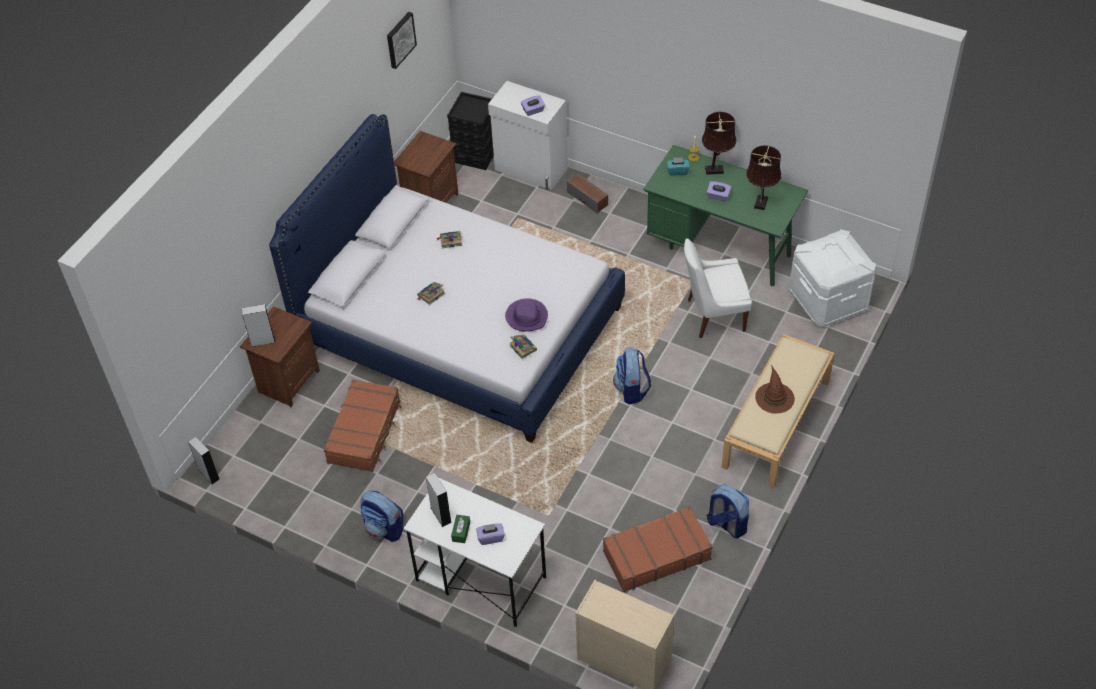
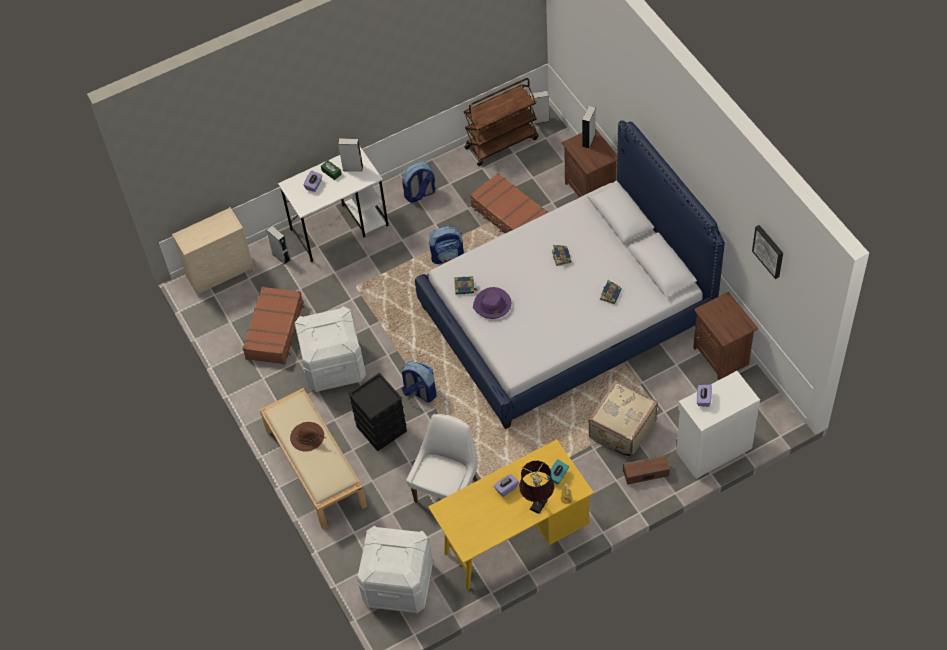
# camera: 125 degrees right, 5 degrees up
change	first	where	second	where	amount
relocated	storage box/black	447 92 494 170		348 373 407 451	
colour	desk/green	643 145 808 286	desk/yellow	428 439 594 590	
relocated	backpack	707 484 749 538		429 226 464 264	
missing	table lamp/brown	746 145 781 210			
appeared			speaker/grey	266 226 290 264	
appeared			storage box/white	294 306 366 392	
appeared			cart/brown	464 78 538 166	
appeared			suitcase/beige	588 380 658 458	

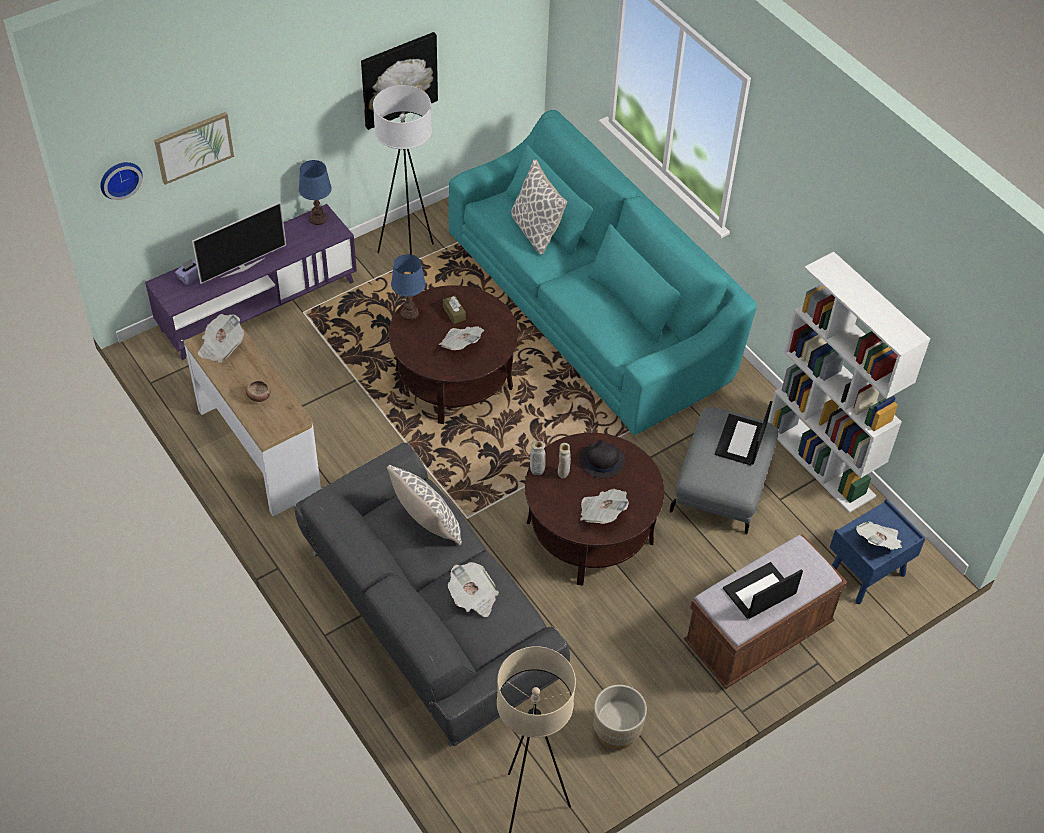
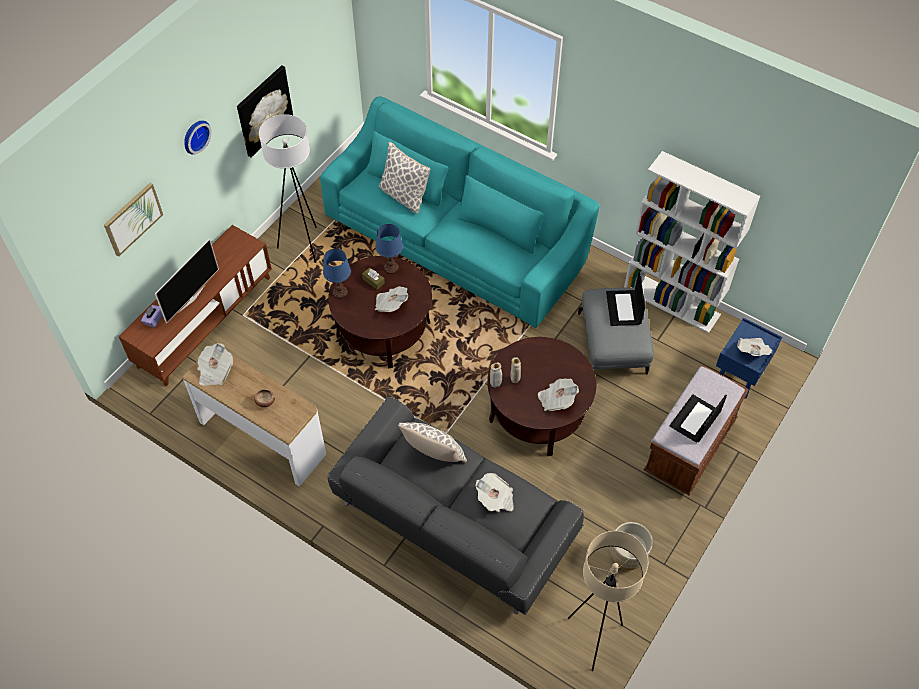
# camera: 20 degrees left, 5 degrees up
change	first	where	second	where	amount
relocated	wall clock	100 162 143 200		184 120 212 154	
colour	tv stand/purple	145 204 357 360	tv stand/brown	119 225 272 386	
relocated	table lamp/blue	299 160 332 225		376 224 403 274	
missing	hat/black	580 440 625 478			

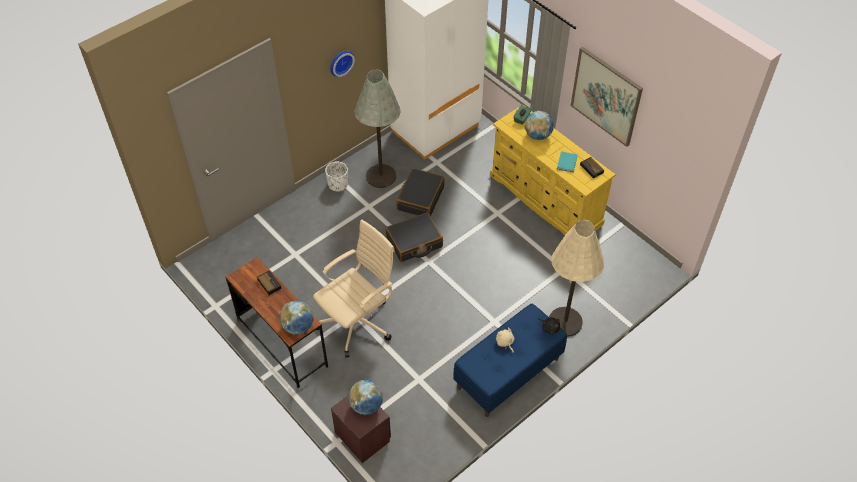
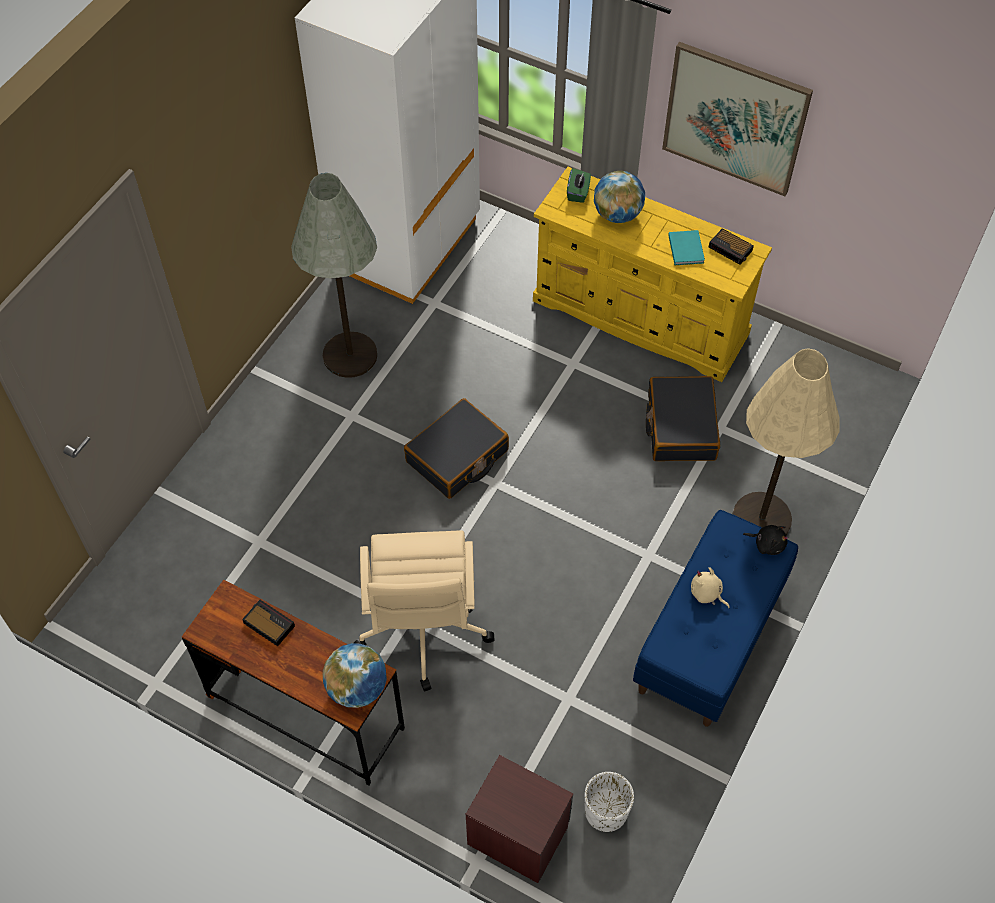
# camera: 20 degrees left, 5 degrees up
change	first	where	second	where	amount
spun	office chair/beige	313 220 395 358		354 530 495 692	150 degrees clockwise
relocated	planter/white	325 161 348 192		584 772 634 832	
missing	wall clock	330 51 355 77			
missing	globe	349 380 383 415			
relocated	suitcase/black	396 168 445 217		646 376 720 461	

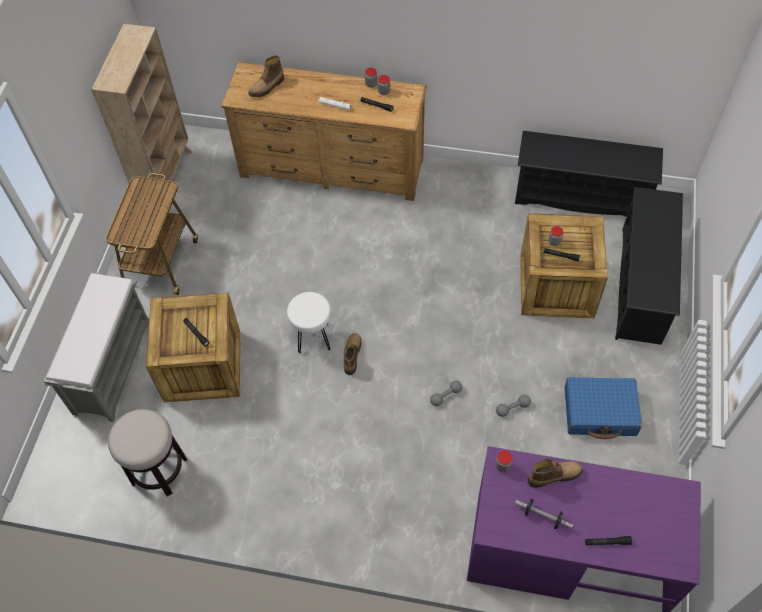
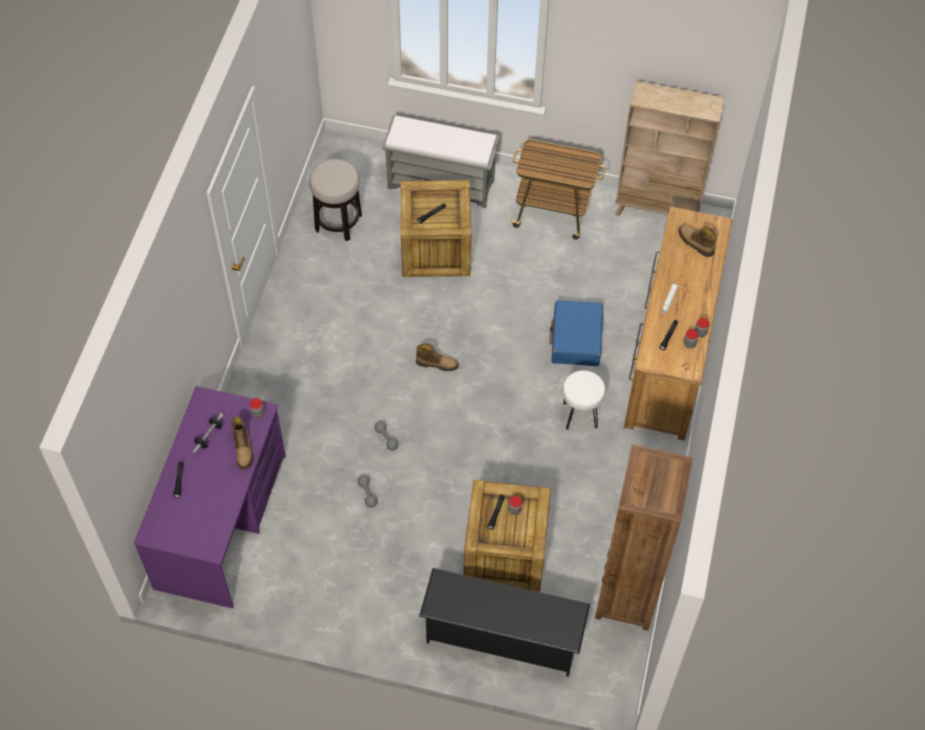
# camera: 90 degrees right, 0 degrees up
change	first	where	second	where	amount
relocated	stool/white	287 292 331 353		563 370 605 430	
exchanged	shoe rack/black	515 131 663 217	bookcase/brown	595 444 693 631	
relocated	suitcase/blue	564 377 642 439		549 300 603 366	

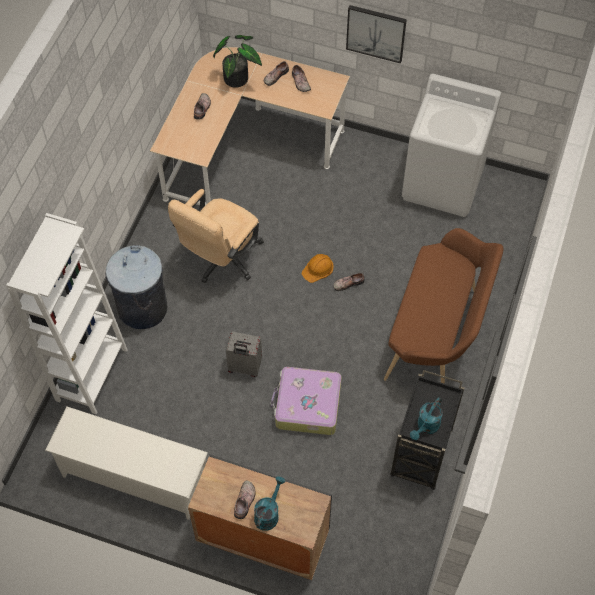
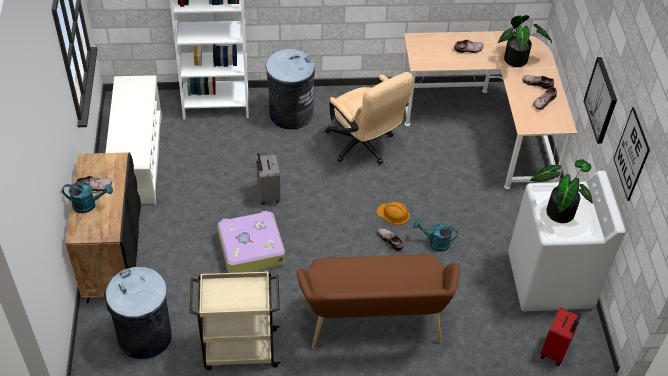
# camera: 65 degrees right, 10 degrees down
change	first	where	second	where	amount
spun	office chair/beige	168 189 264 283		325 72 413 164	135 degrees counterclockwise
colour	cart/black	390 370 465 490	cart/beige	190 271 281 370	
relocated	watering can/turquoise	410 397 443 440		413 220 458 252	
appeared			trash can/grey	104 267 172 359	
appeared			potted plant	530 159 593 223	
appeared			suitcase/red	540 307 581 366	
appeared			picture	613 107 650 201	

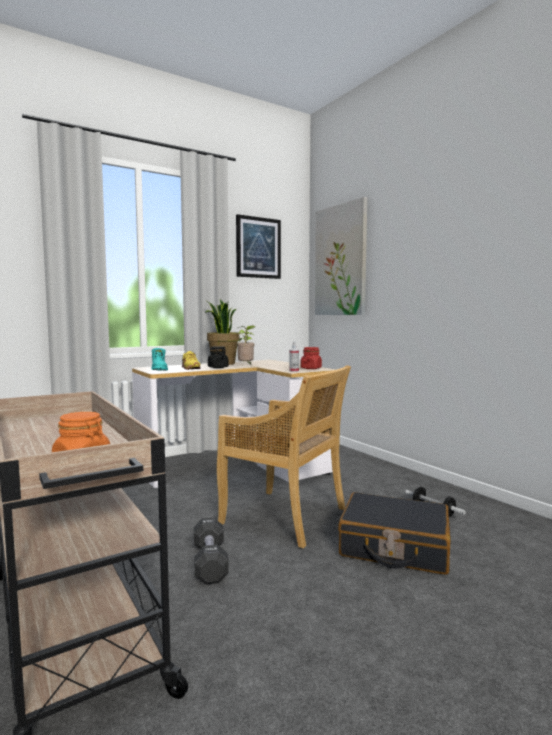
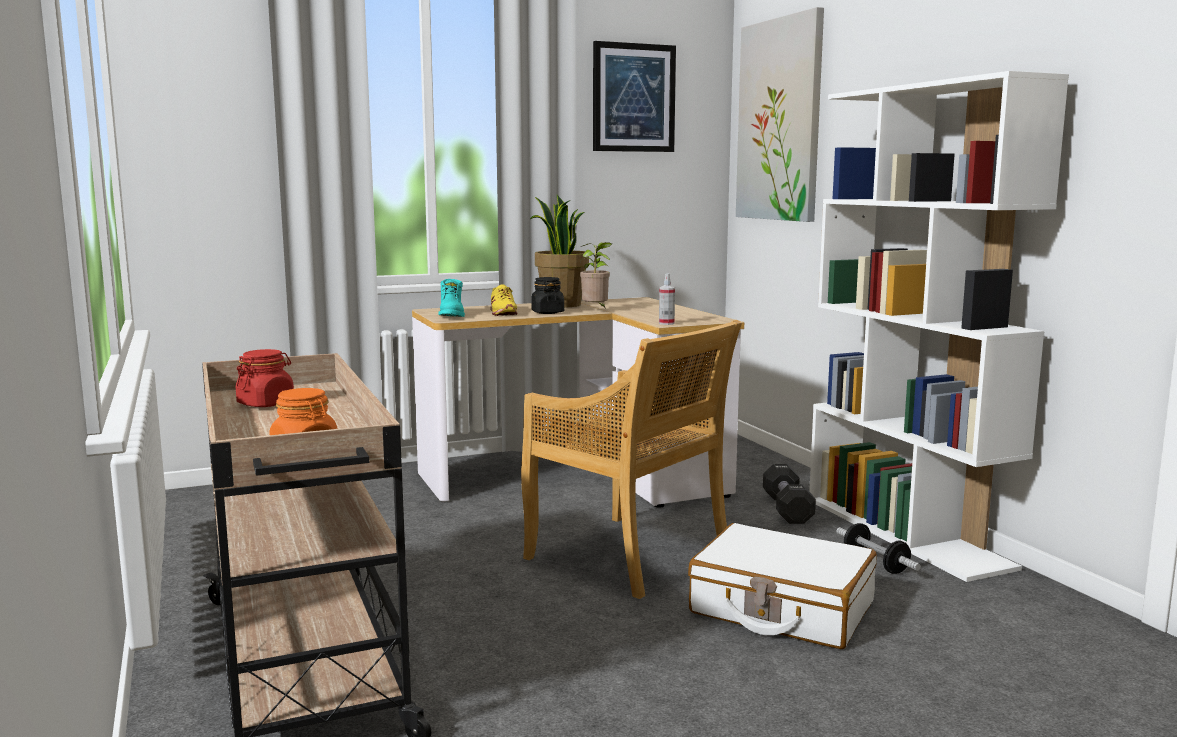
# camera: 10 degrees right, 5 degrees up
change	first	where	second	where	amount
relocated	dumbbell/black	194 518 229 585		763 464 816 524	
relocated	jar/red	300 347 322 369		236 349 294 407	
colour	suitcase/black	338 492 451 575	suitcase/white	688 523 877 649	
appeared			bookcase/white	809 71 1069 582	

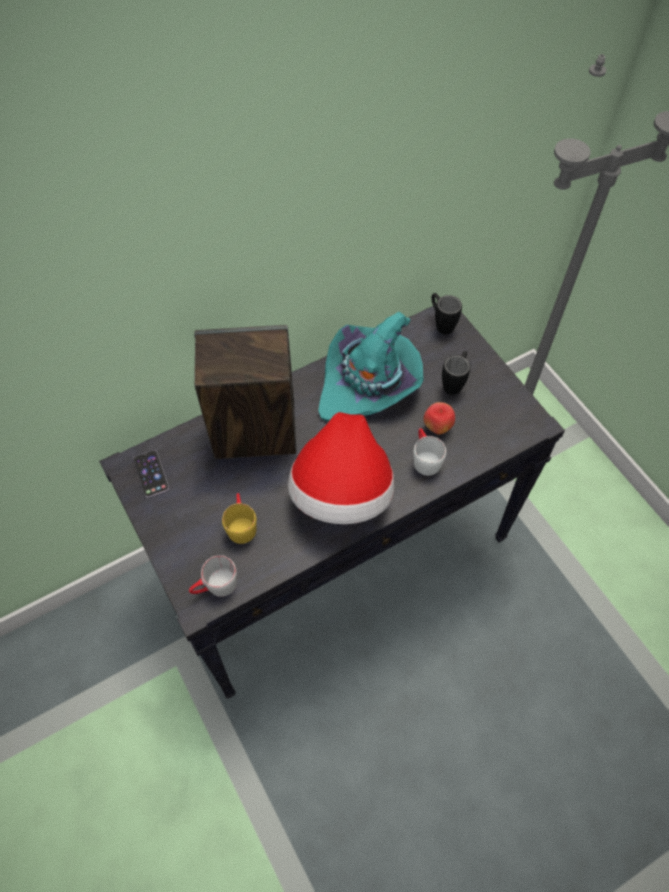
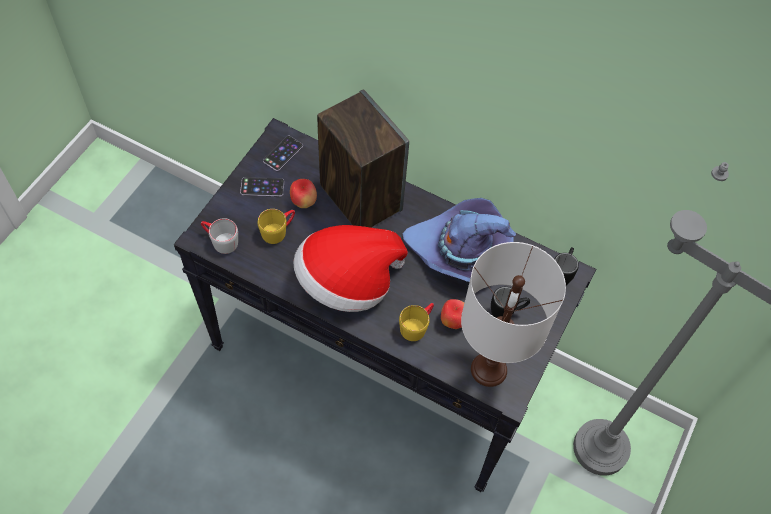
# camera: 55 degrees right, 0 degrees up
change	first	where	second	where	amount
colour	hat/turquoise	318 312 424 422	hat/purple	402 198 516 282	
colour	mug/white	413 428 446 476	mug/yellow	399 303 434 341	
appeared			phone	240 177 284 197	
appeared			apple	290 179 317 208	
appeared			table lamp/white	461 242 566 387	

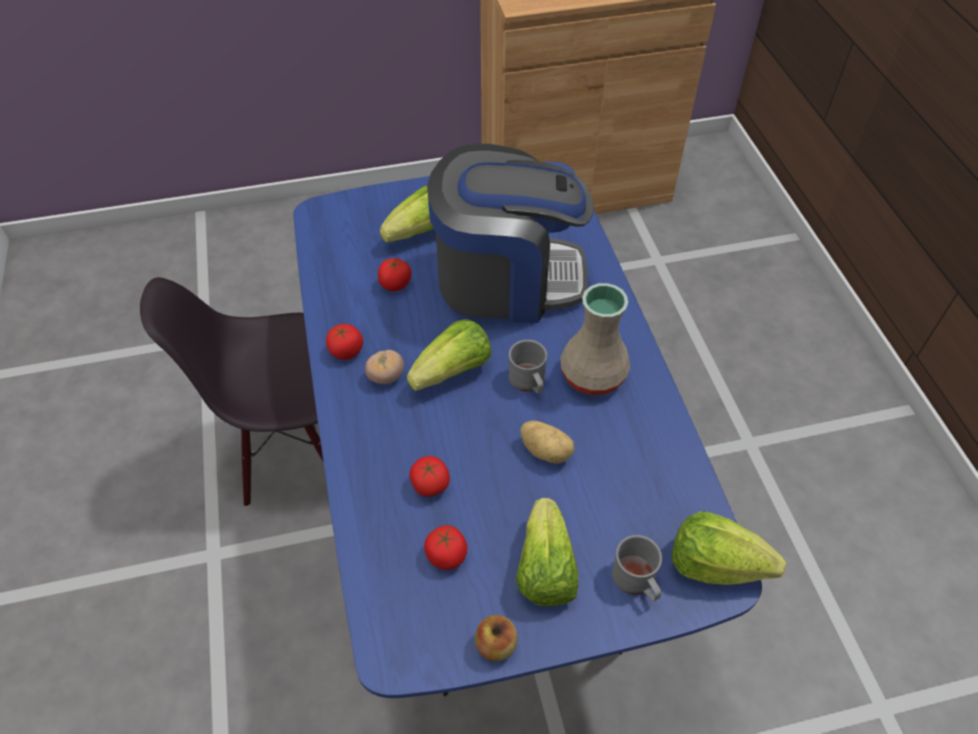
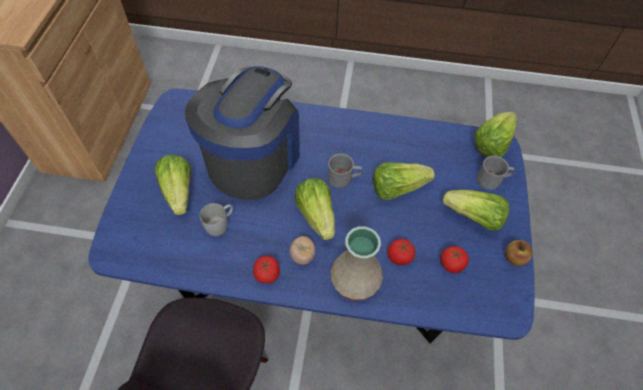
# camera: 70 degrees left, 5 degrees up
change	first	where	second	where	amount
exchanged	tomato	378 258 411 291	mug/white	200 203 233 236	
exchanged	potato	520 421 574 464	lettuce	373 162 435 200	
relocated	vase/beige	560 283 630 395		330 226 383 301	

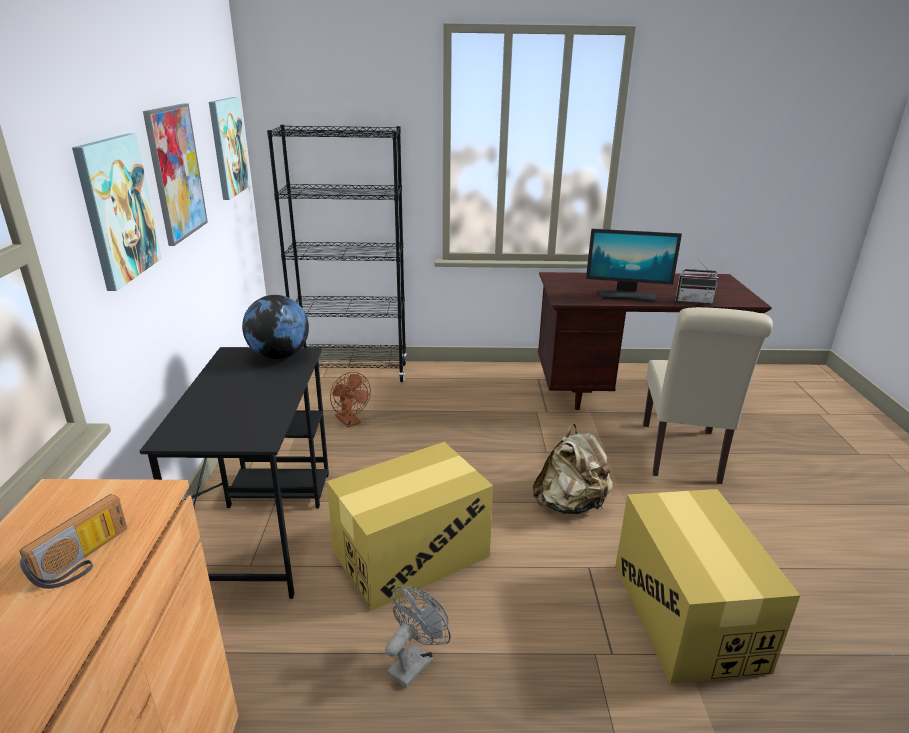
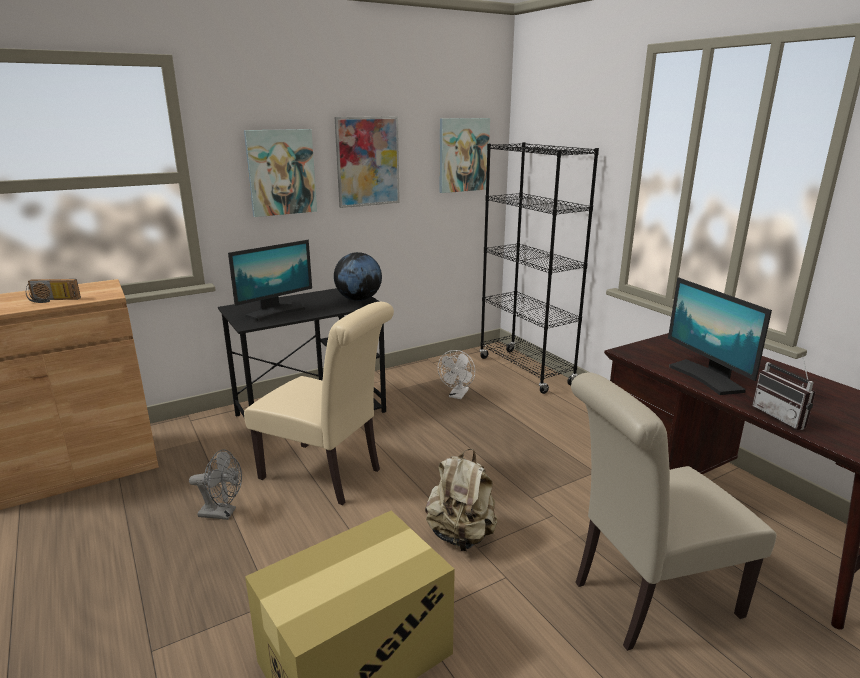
# camera: 60 degrees right, 5 degrees down
change	first	where	second	where	amount
exchanged	cardboard box	327 442 493 611	chair/beige	244 302 394 505	
colour	fan/brown	330 372 371 428	fan/white	438 350 475 399	
appeared			monitor	228 240 312 321	

